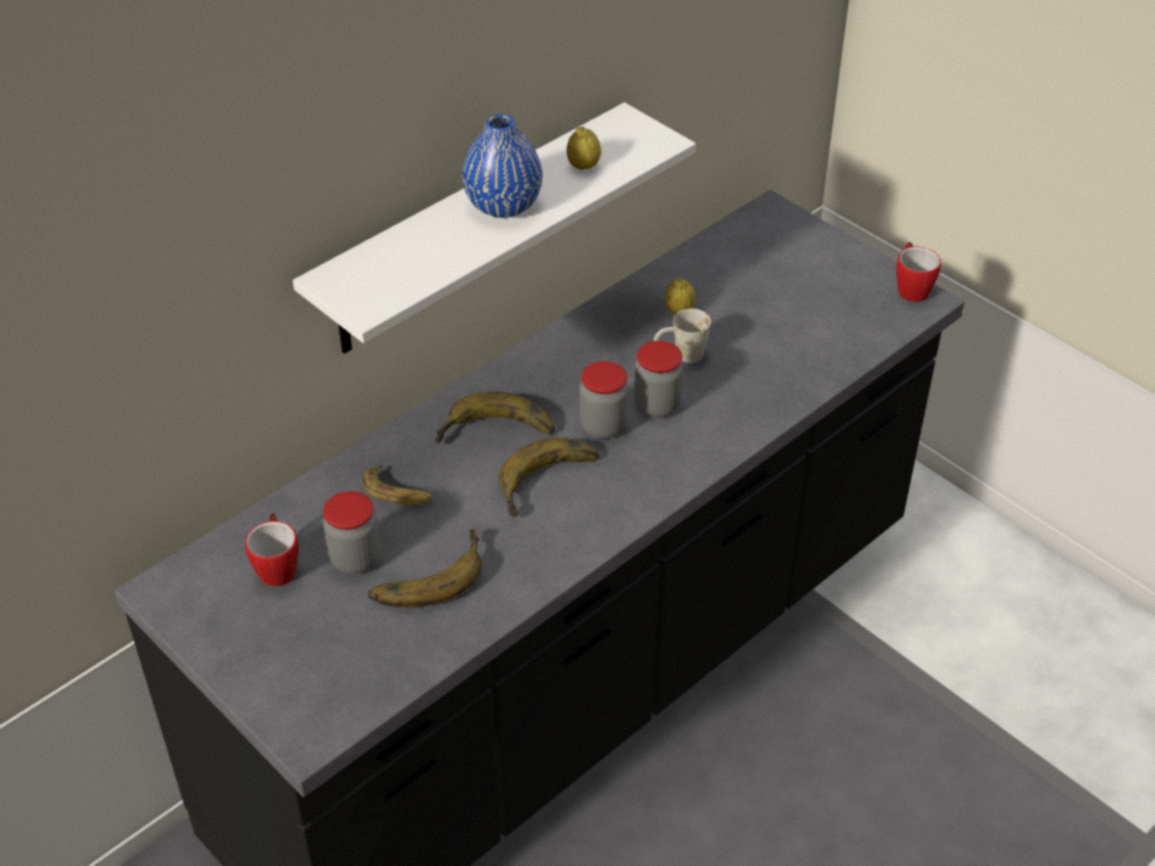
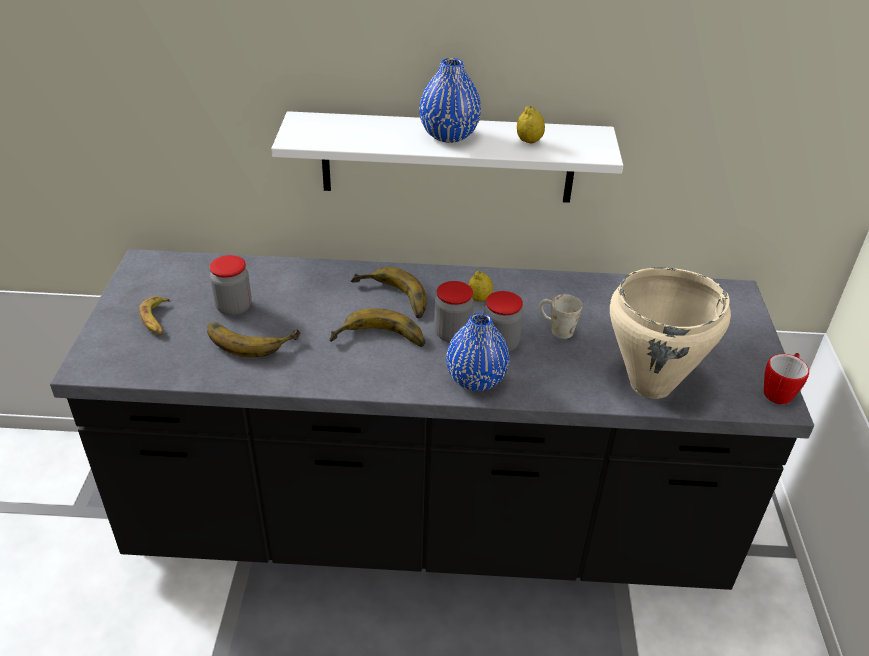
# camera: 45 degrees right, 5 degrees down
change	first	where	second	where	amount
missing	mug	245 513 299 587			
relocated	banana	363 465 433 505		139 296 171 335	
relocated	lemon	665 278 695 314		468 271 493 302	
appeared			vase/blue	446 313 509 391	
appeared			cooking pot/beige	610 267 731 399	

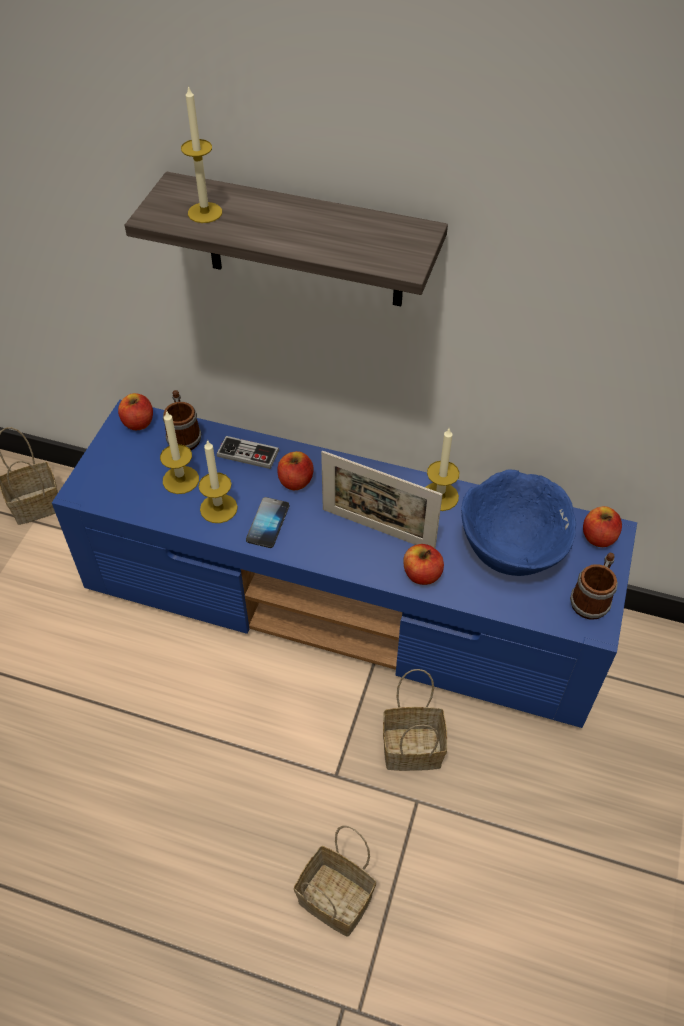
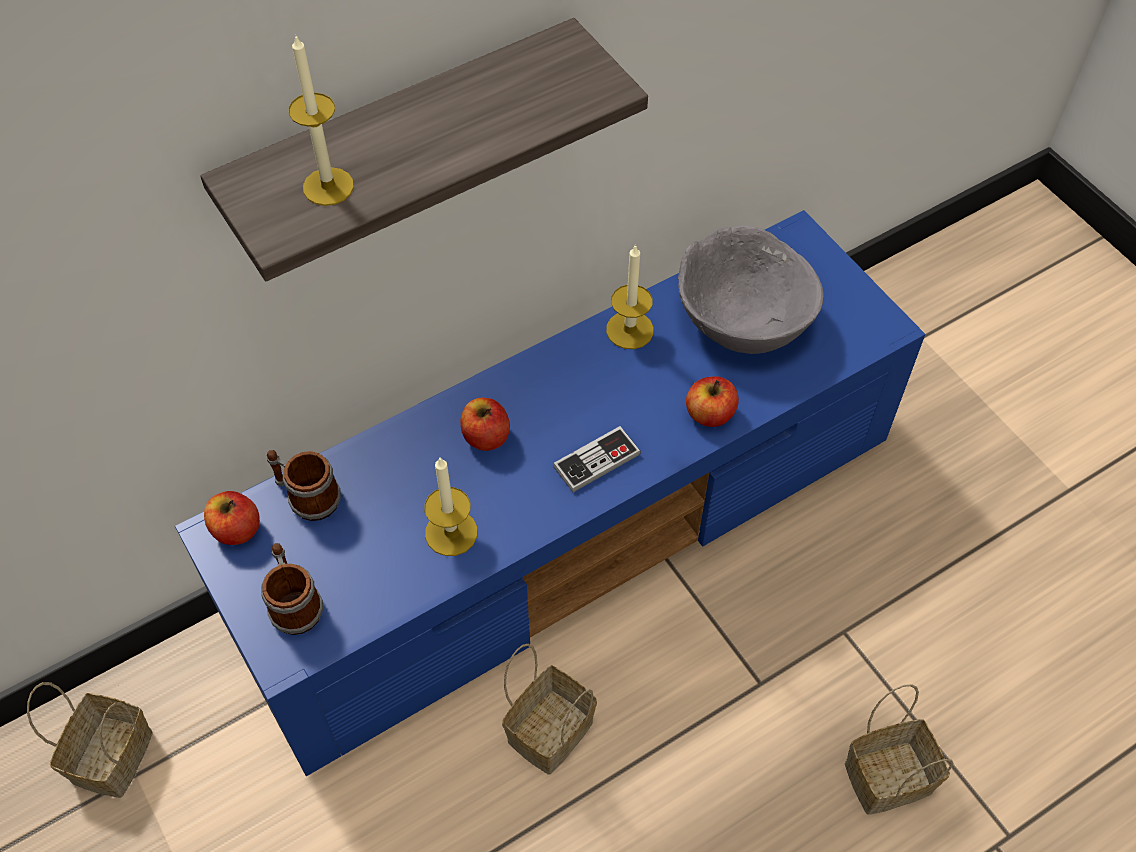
# camera: 50 degrees left, 5 degrees up
change	first	where	second	where	amount
missing	candle	160 410 199 494			
relocated	game controller	217 436 279 469		553 426 641 492	
missing	phone	246 497 289 548			
missing	picture frame	321 451 443 548			
relocated	basket	383 669 447 771		502 643 597 775	
colour	bowl/blue	461 469 576 576	bowl/grey	678 226 824 354	
relocated	mug	570 553 618 620		261 543 323 635	
missing	apple	583 506 622 547			

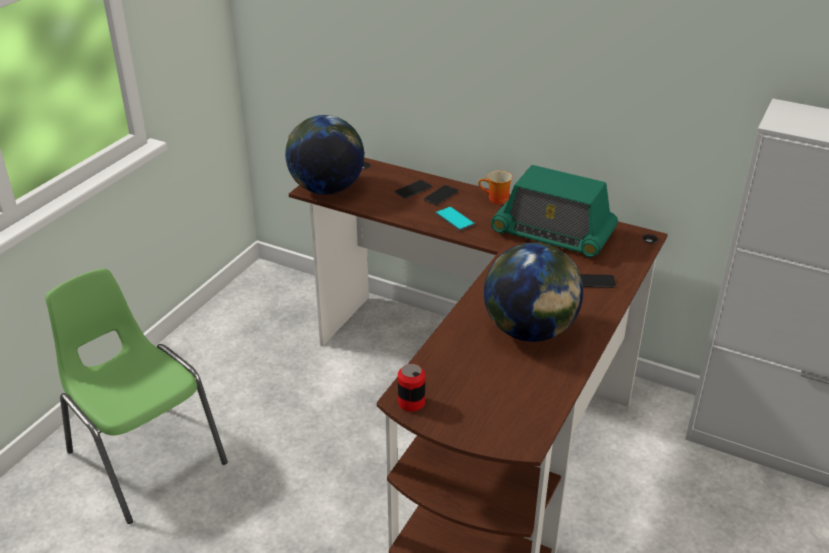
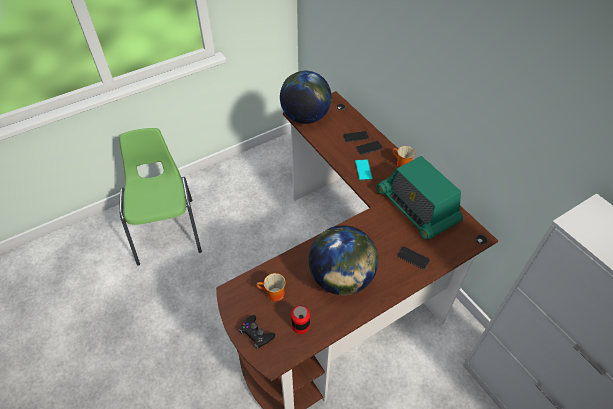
# camera: 30 degrees right, 15 degrees up
change	first	where	second	where	amount
relocated	can	398 364 425 412		291 306 310 334	
appeared			game controller/black	239 315 275 349	
appeared			mug	257 273 286 302	

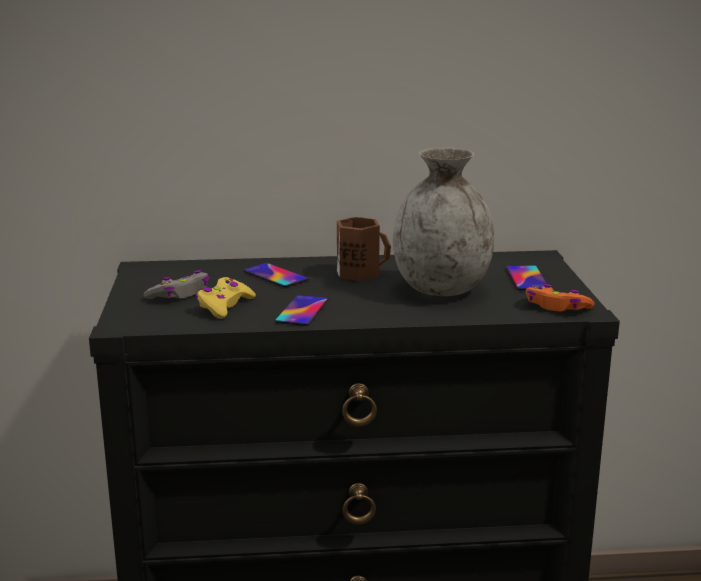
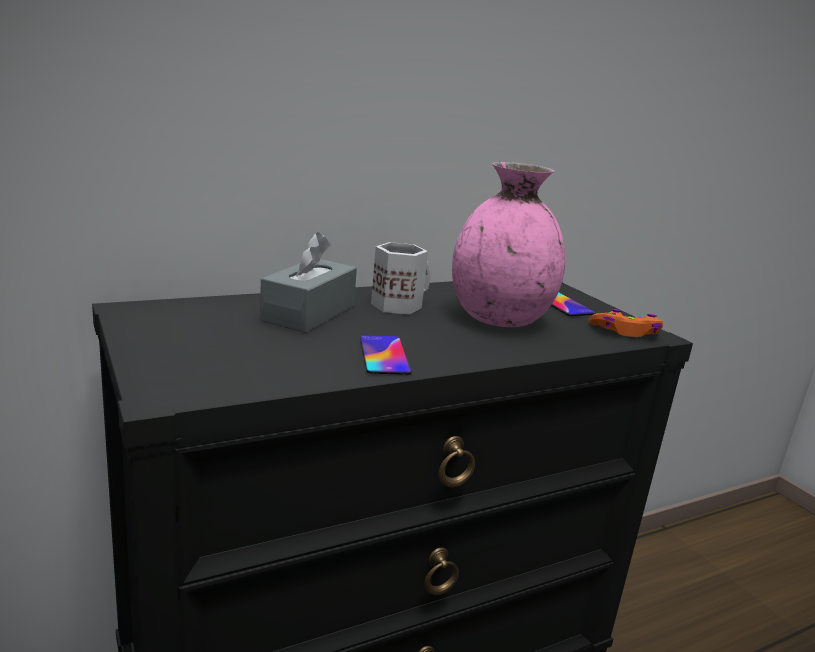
# camera: 25 degrees left, 0 degrees up
change	first	where	second	where	amount
missing	game controller/grey	143 270 209 299			
missing	game controller/yellow	196 277 256 319			
exchanged	phone	244 263 308 287	tissue box/grey	260 232 357 333	
colour	mug/brown	337 217 391 281	mug/white	371 242 431 315	
colour	vase/grey	393 147 494 296	vase/pink	452 162 565 327	

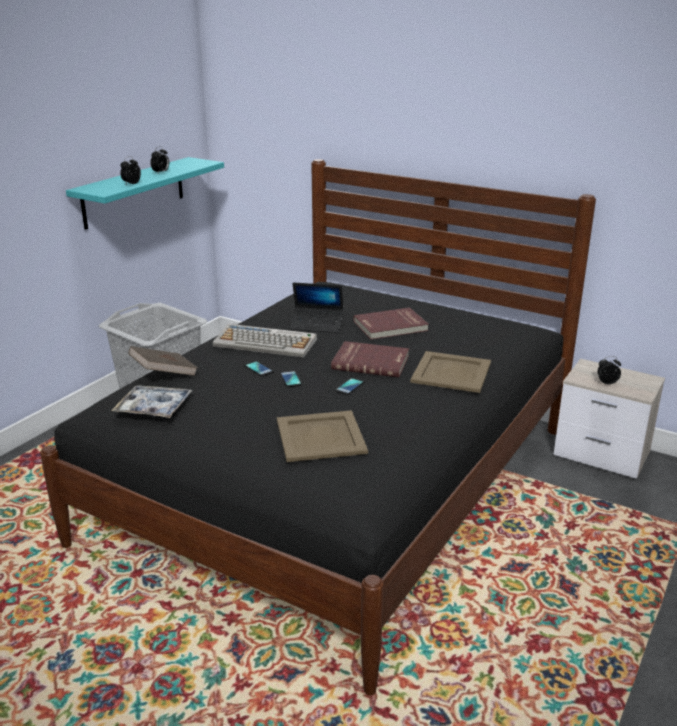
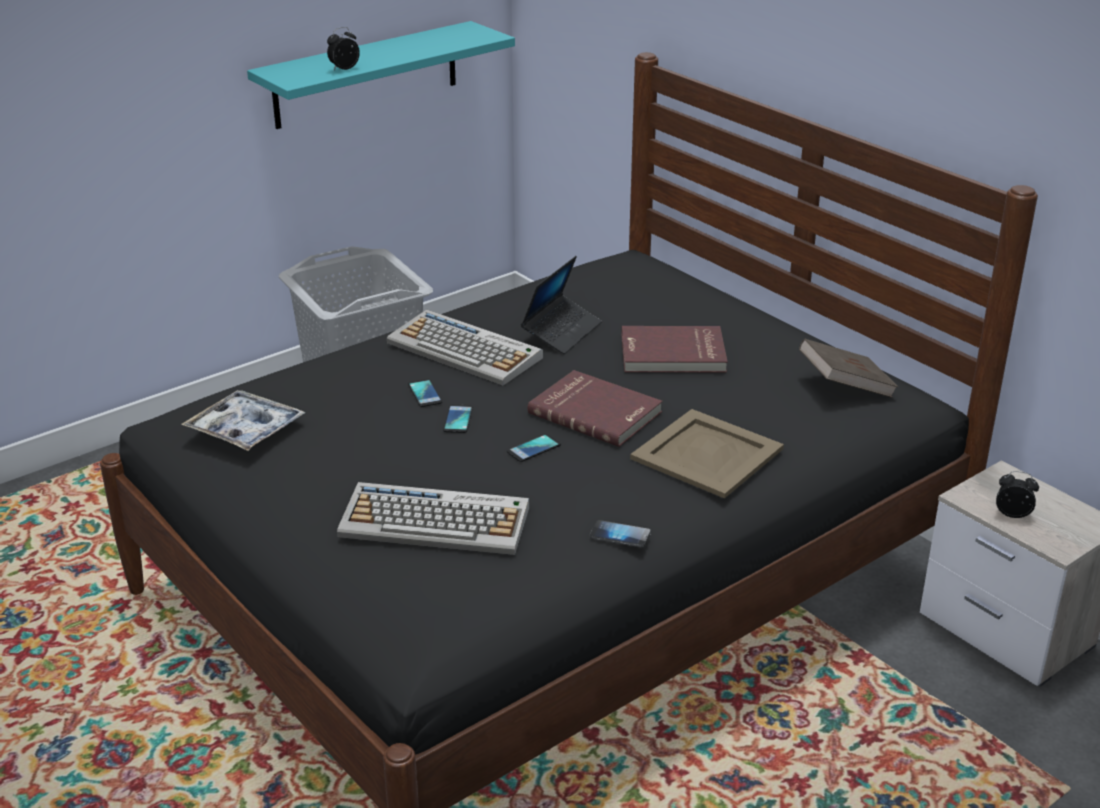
# camera: 20 degrees right, 5 degrees up
change	first	where	second	where	amount
relocated	book/brown	128 346 198 376		799 339 898 398	
missing	alarm clock	150 146 169 173			
exchanged	tray/beige	277 410 368 462	keyboard	337 482 529 555	
spun	laptop	289 282 344 333		521 256 602 354	90 degrees counterclockwise
appeared			phone	590 520 651 547	

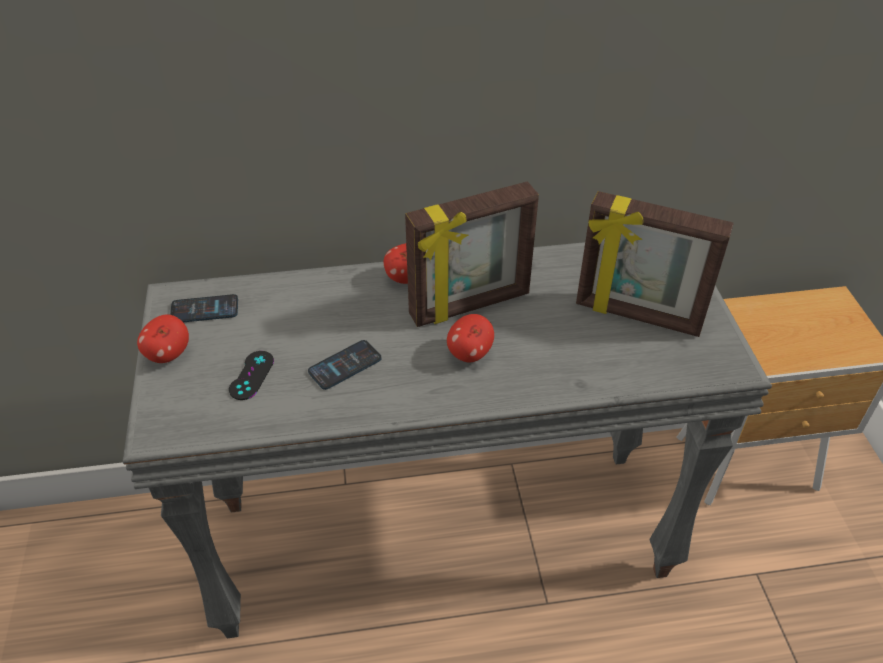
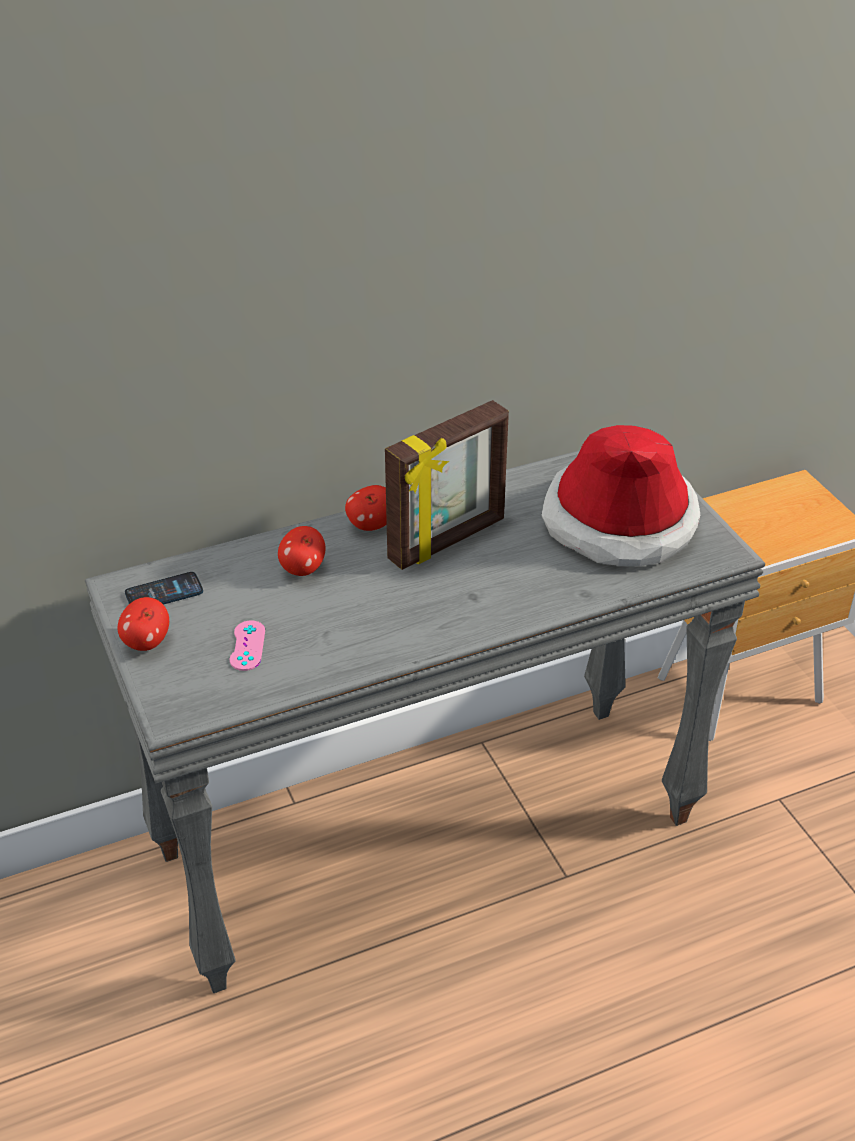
# camera: 15 degrees left, 5 degrees down
change	first	where	second	where	amount
colour	game controller/black	229 351 274 400	game controller/pink	230 620 265 671	
missing	phone	308 340 382 390			
relocated	apple	447 314 494 362		278 526 325 576	
exchanged	picture frame	576 191 734 337	hat	541 425 700 566	

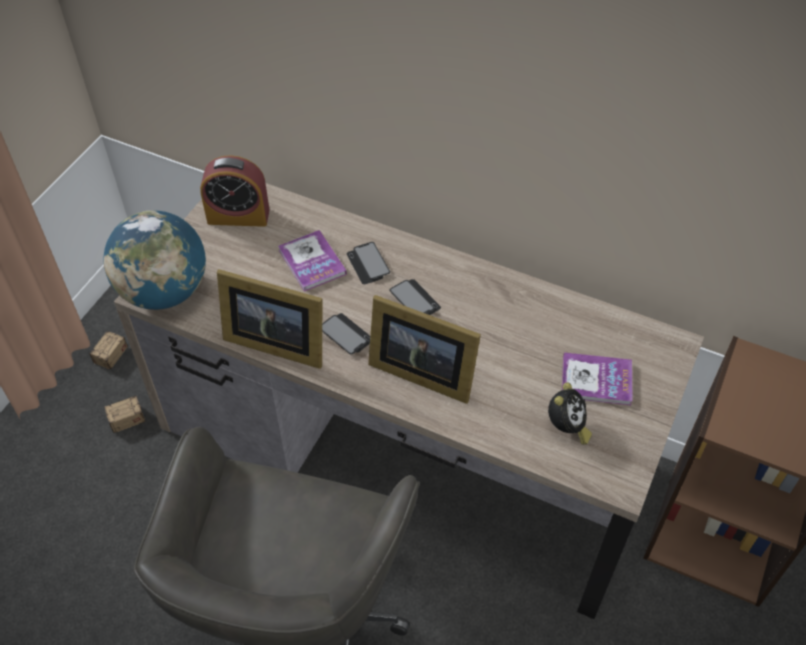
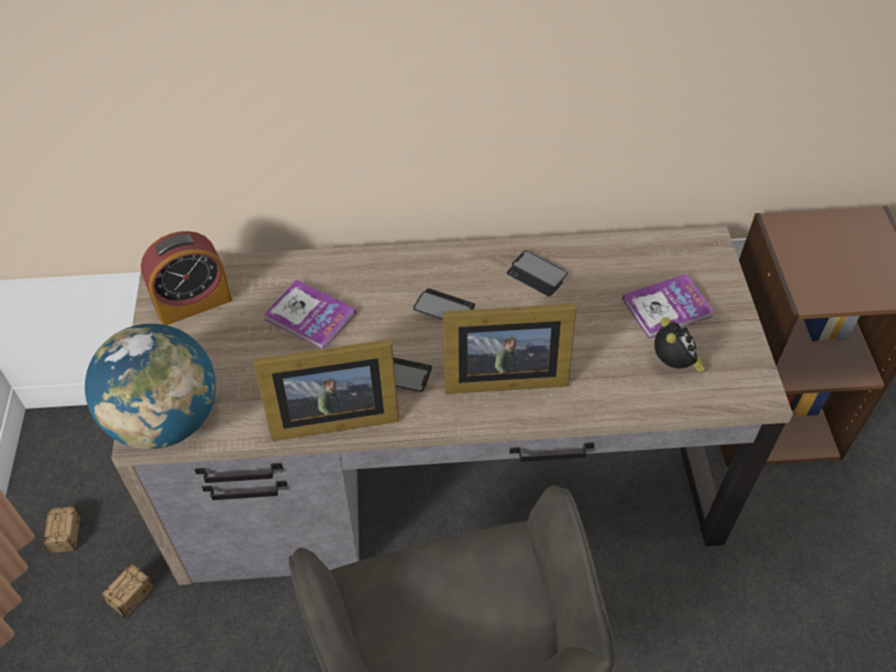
# camera: 30 degrees left, 0 degrees up
change	first	where	second	where	amount
relocated	phone	346 242 390 284		507 250 568 296	

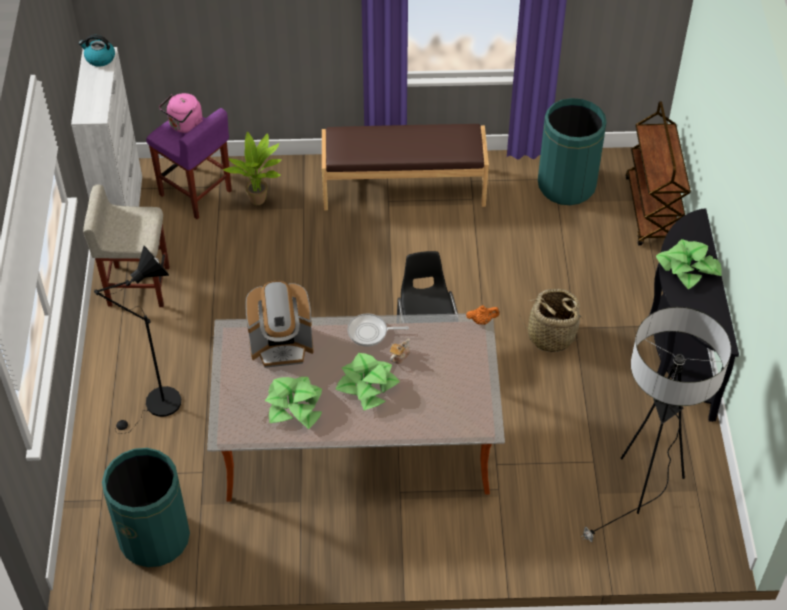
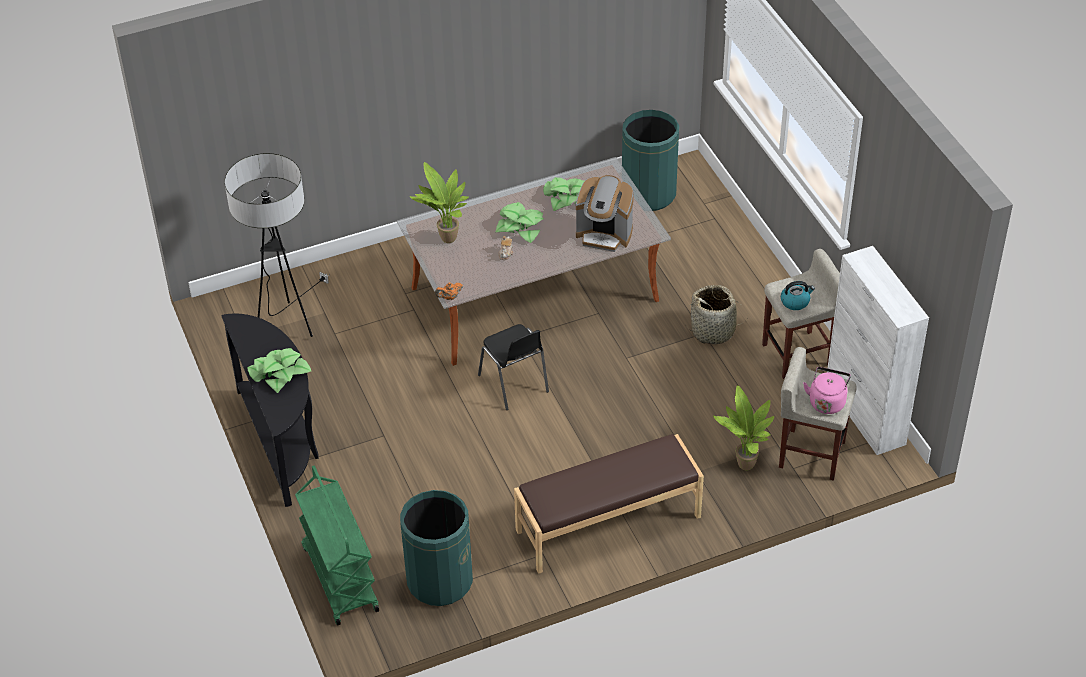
# camera: 160 degrees right, 5 degrees down
change	first	where	second	where	amount
relocated	kettle	78 35 115 67		781 281 815 310	
missing	floor lamp/black	94 246 181 434			
colour	stool/purple	146 108 232 219	stool/beige	779 347 857 481	
spun	coffee machine	246 281 314 368		576 175 634 252	135 degrees counterclockwise
missing	frying pan	347 313 409 347			
relocated	basket	519 289 583 352		685 285 747 344	
colour	cart/brown	626 101 691 245	cart/green	295 465 379 626	
appeared			potted plant	410 162 469 243	

